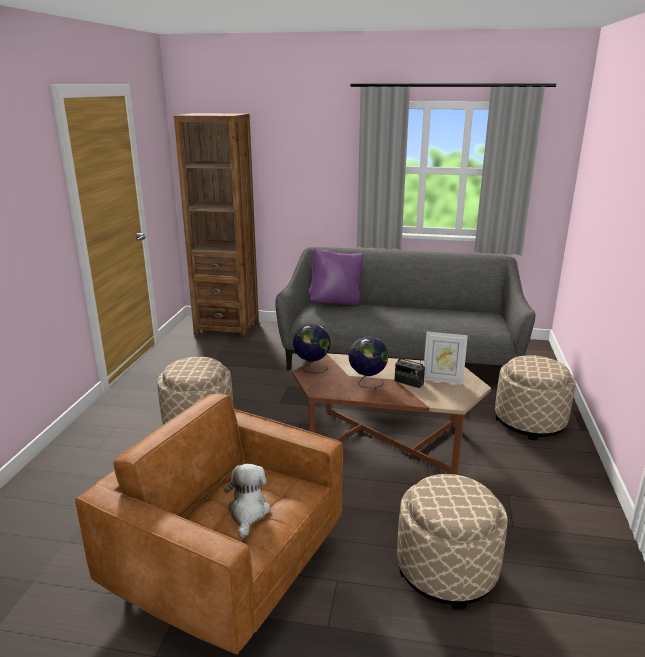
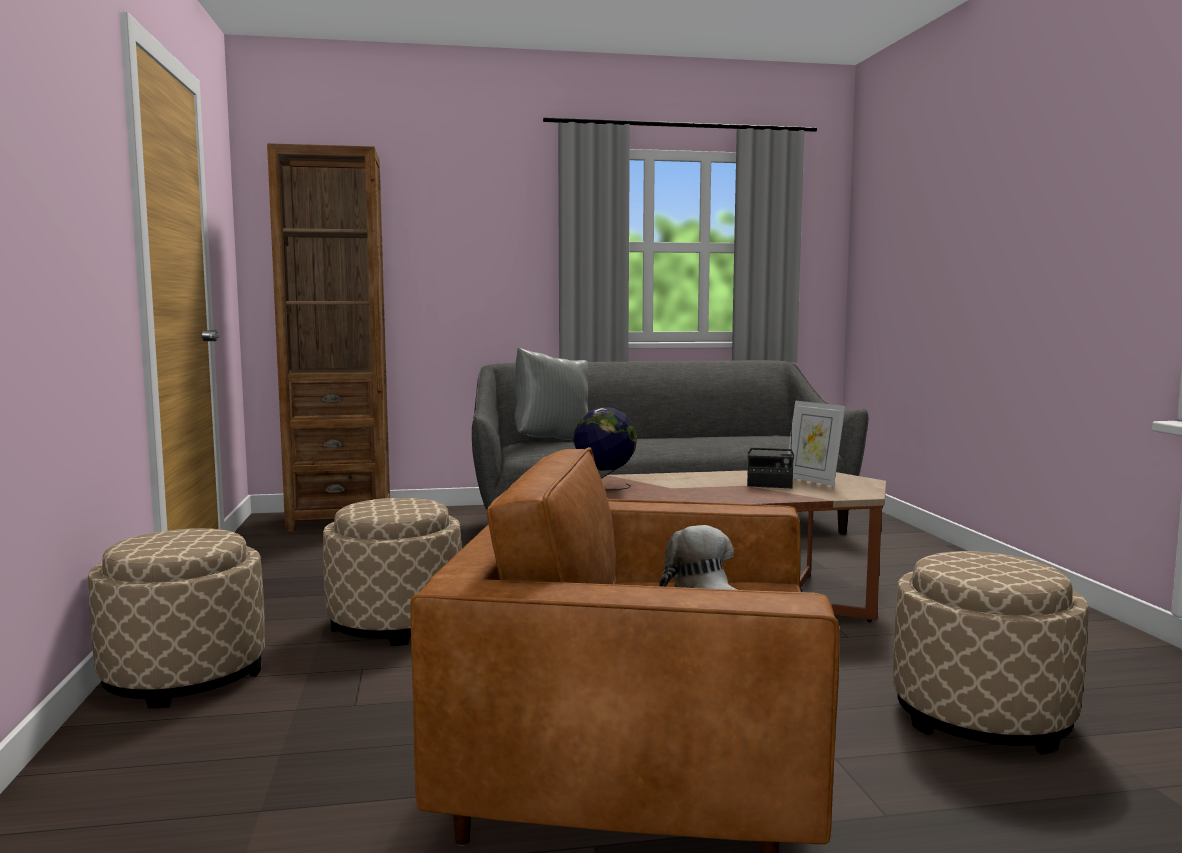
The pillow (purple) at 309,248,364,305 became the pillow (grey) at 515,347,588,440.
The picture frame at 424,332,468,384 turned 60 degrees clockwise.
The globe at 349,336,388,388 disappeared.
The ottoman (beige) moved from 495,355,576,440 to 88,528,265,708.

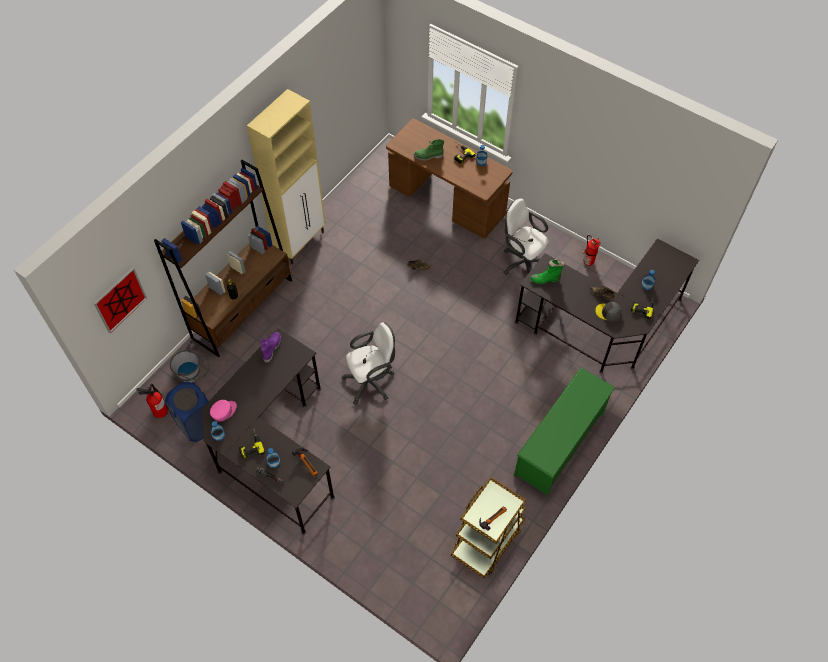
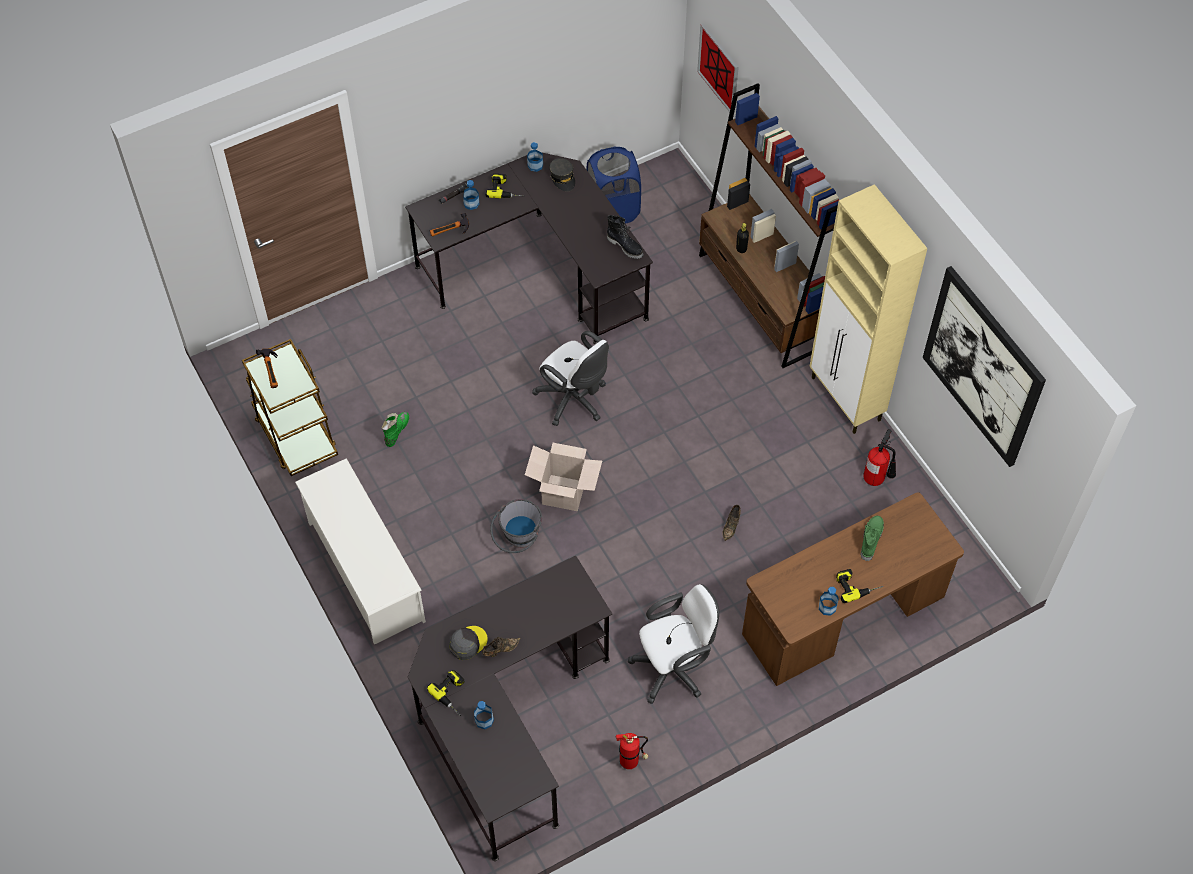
The boot (green) moved from 530,259,564,284 to 382,412,409,447.
The office chair (white) at 341,323,395,405 turned 45 degrees counterclockwise.
The boot (purple) at 261,332,281,363 became the boot (black) at 607,215,643,259.
The bucket (grey) moved from 170,349,210,383 to 490,499,542,553.
The shoe rack (green) at 514,368,615,495 became the shoe rack (white) at 295,458,426,645.
The fire extinguisher moved from 136,384,168,418 to 863,429,896,486.
The cap (pink) at 210,400,237,422 became the cap (grey) at 549,158,575,192.
The picture at 923,266,1046,467 appeared.
The cardboard box at 525,443,602,511 appeared.

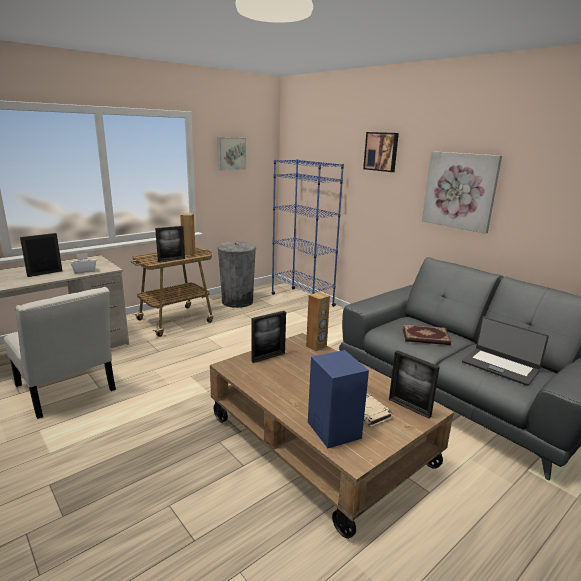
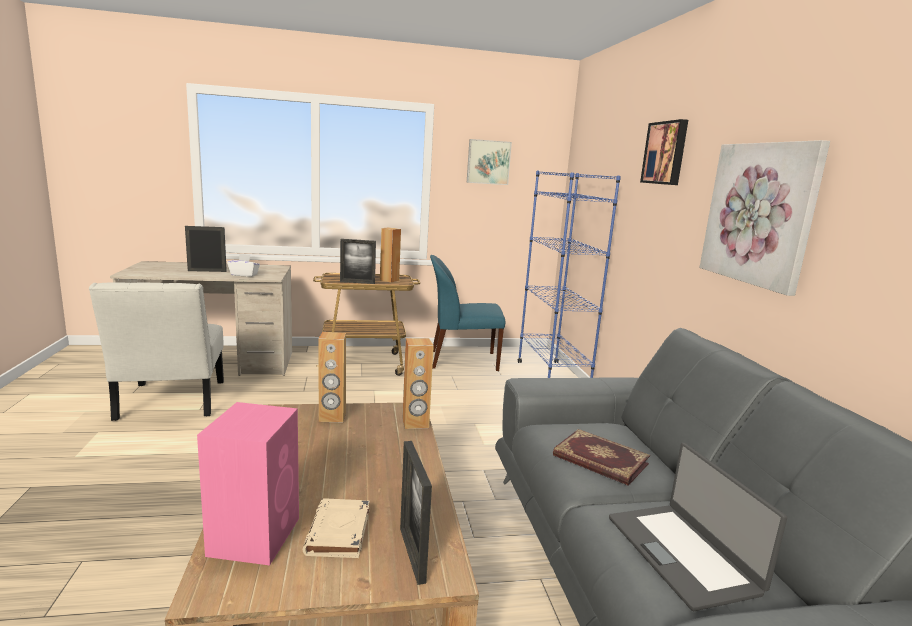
The trash can (grey) at 217,241,256,308 was replaced by the chair (blue) at 430,255,505,371.
The picture frame at 251,311,286,363 was replaced by the speaker (brown) at 318,332,346,422.
The speaker (blue) at 308,350,369,448 became the speaker (pink) at 197,402,299,565.

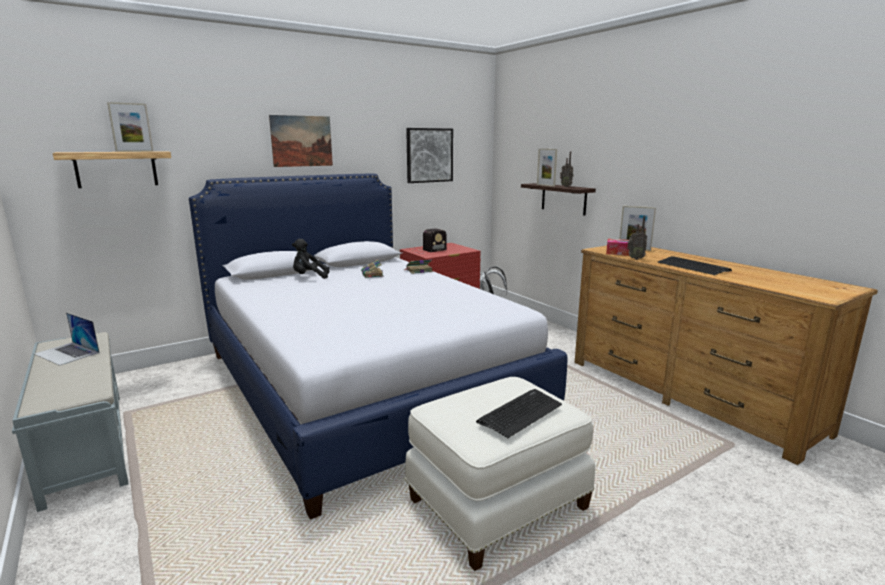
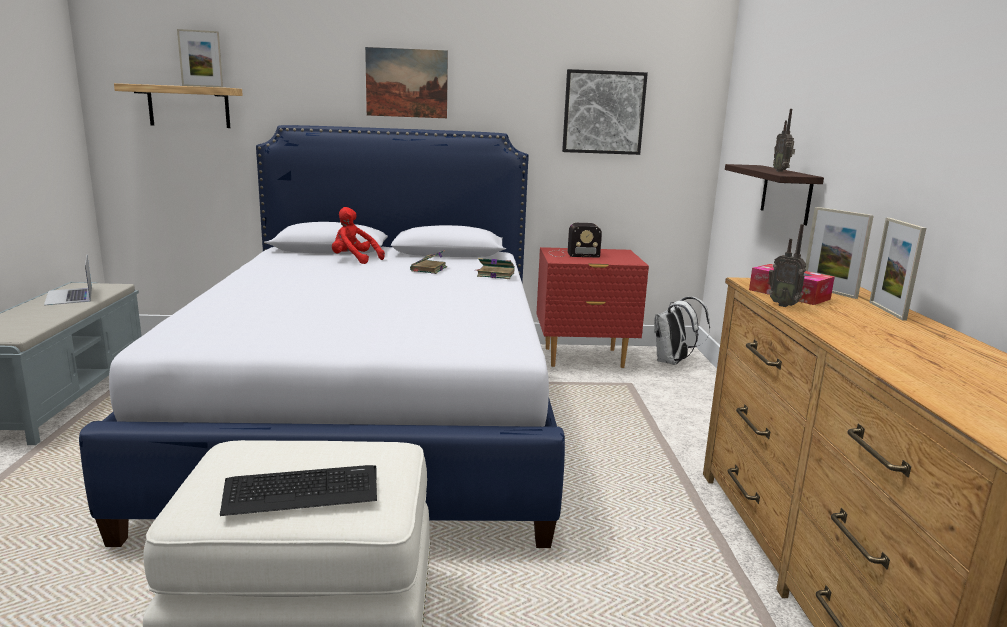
The picture frame moved from 537,149,557,187 to 869,218,926,321.
The plush toy (black) at 292,239,330,279 became the plush toy (red) at 332,207,385,264.
The keyboard at 657,256,732,275 disappeared.

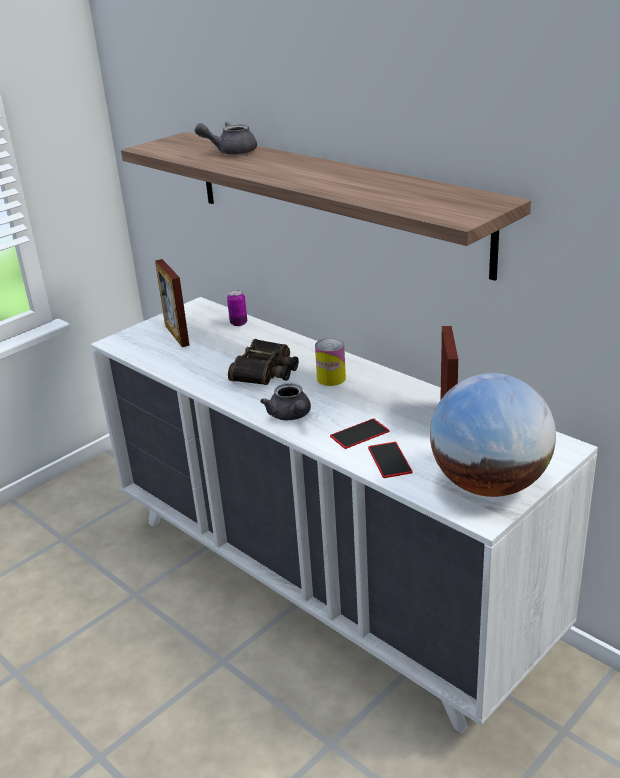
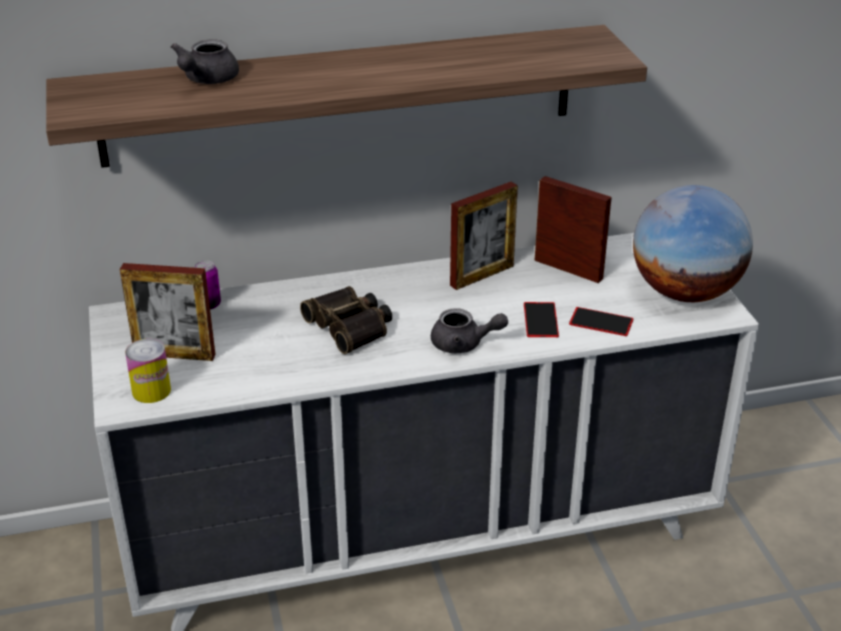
The can moved from 315,338,346,386 to 125,339,171,403.
The picture frame at 450,182,518,290 appeared.

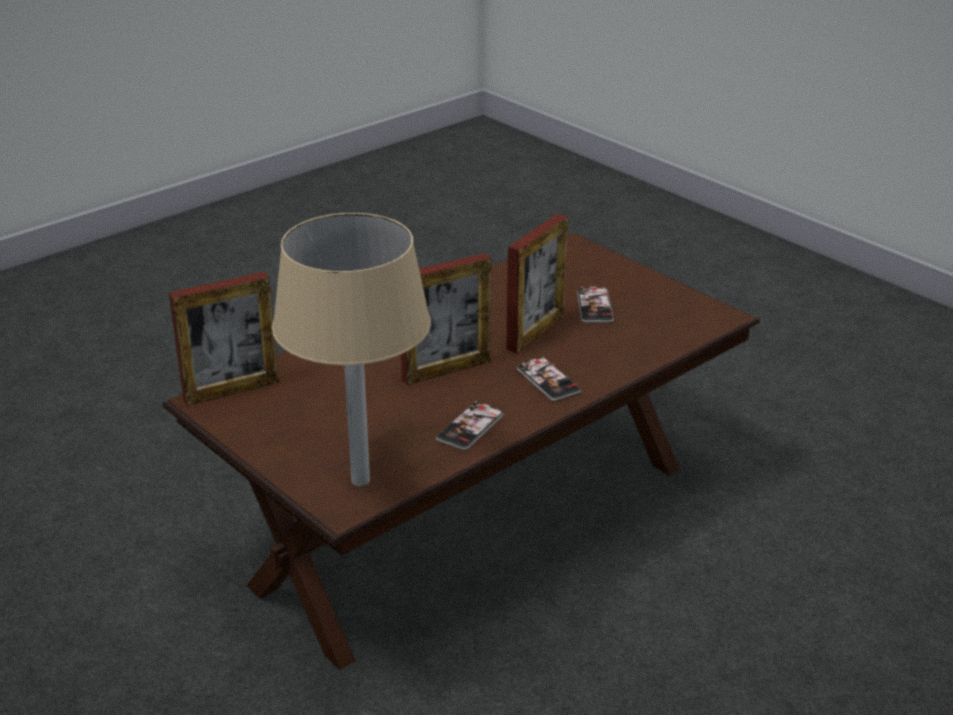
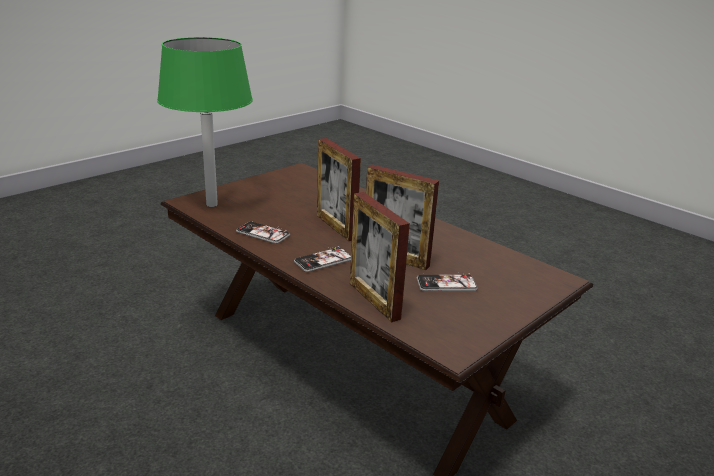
The table lamp (beige) at 272,213,431,486 became the table lamp (green) at 157,37,253,207.
The picture frame moved from 169,272,279,406 to 350,192,410,322.

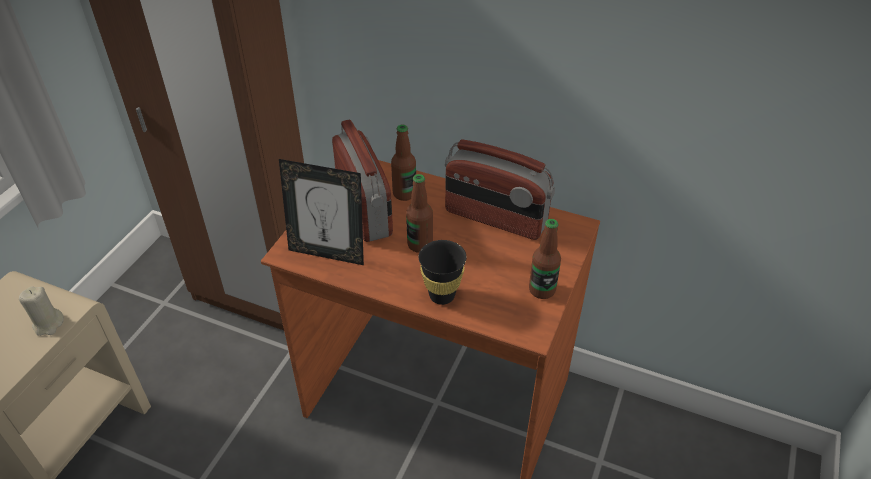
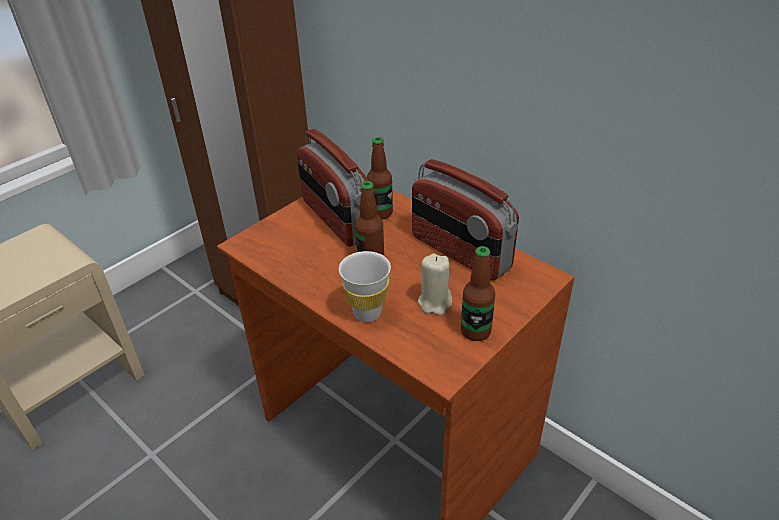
The radio at 332,120,393,242 turned 150 degrees clockwise.
The picture frame at 279,159,364,265 disappeared.
The cup (black) at 419,240,466,305 became the cup (white) at 339,251,391,322.
The candle (beige) moved from 19,286,64,336 to 418,254,452,315.

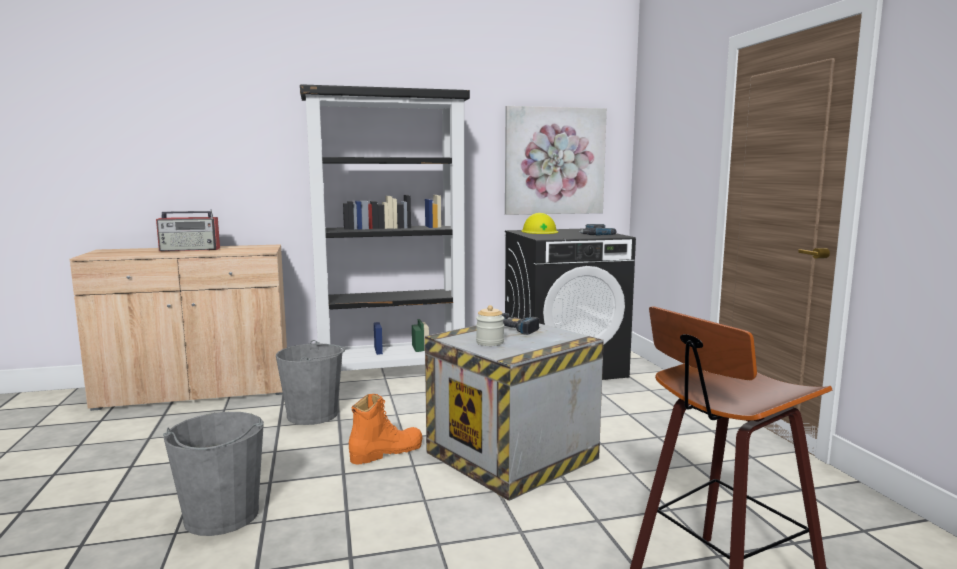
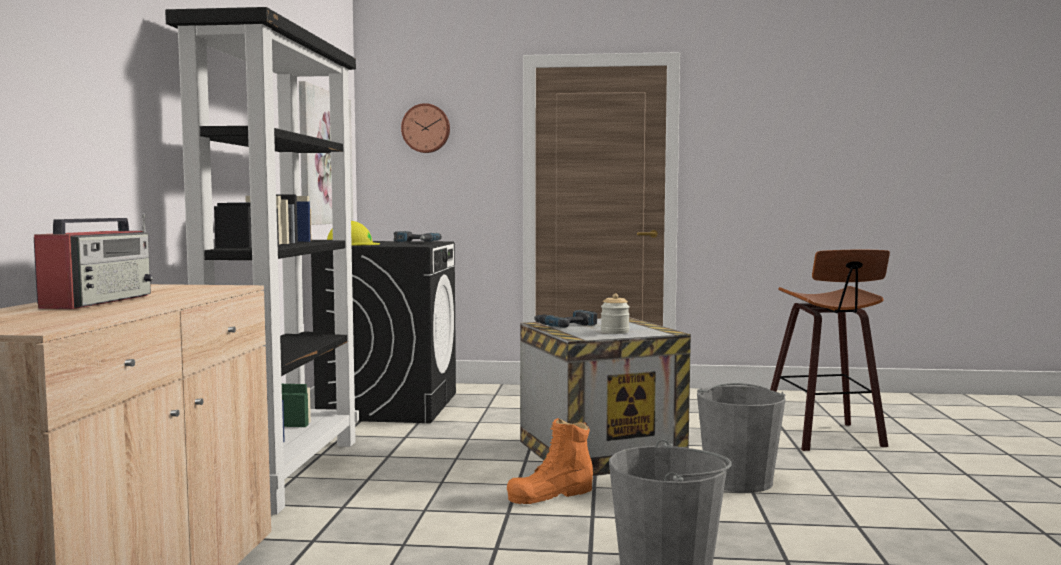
The bucket (grey) moved from 276,340,345,425 to 697,383,786,493.
The boot (orange) at 349,394,423,464 turned 105 degrees counterclockwise.
The wall clock at 401,103,450,153 appeared.

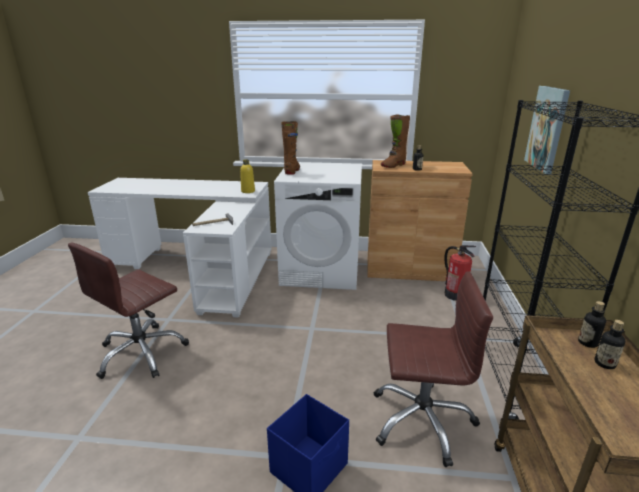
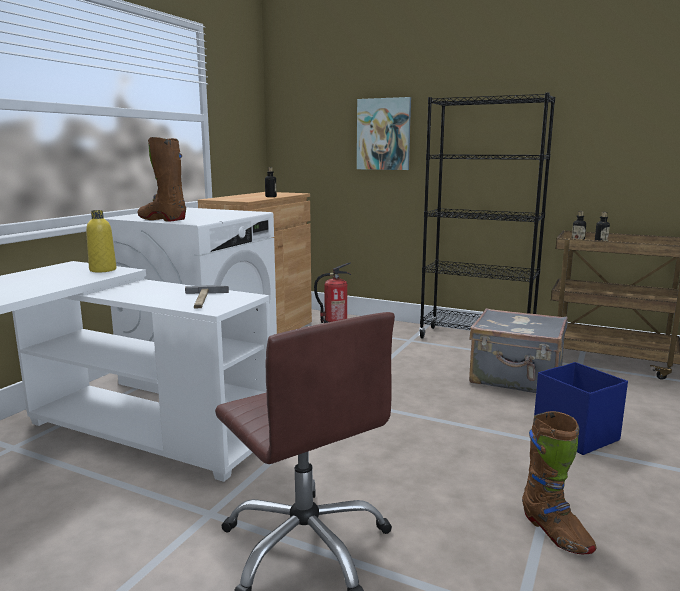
The boot (brown) moved from 381,115,410,168 to 522,411,596,554.
The office chair (brown) at 374,271,493,467 was replaced by the suitcase (grey) at 469,308,568,393.

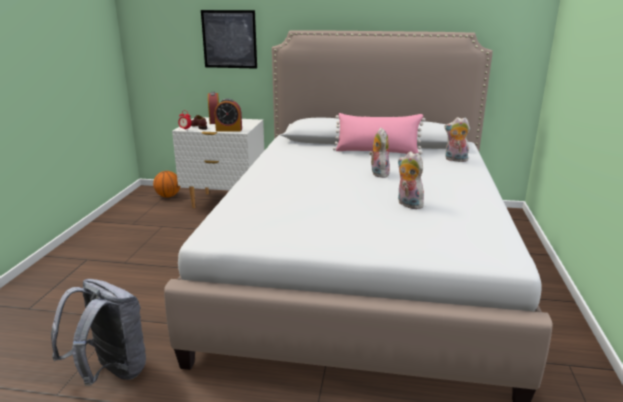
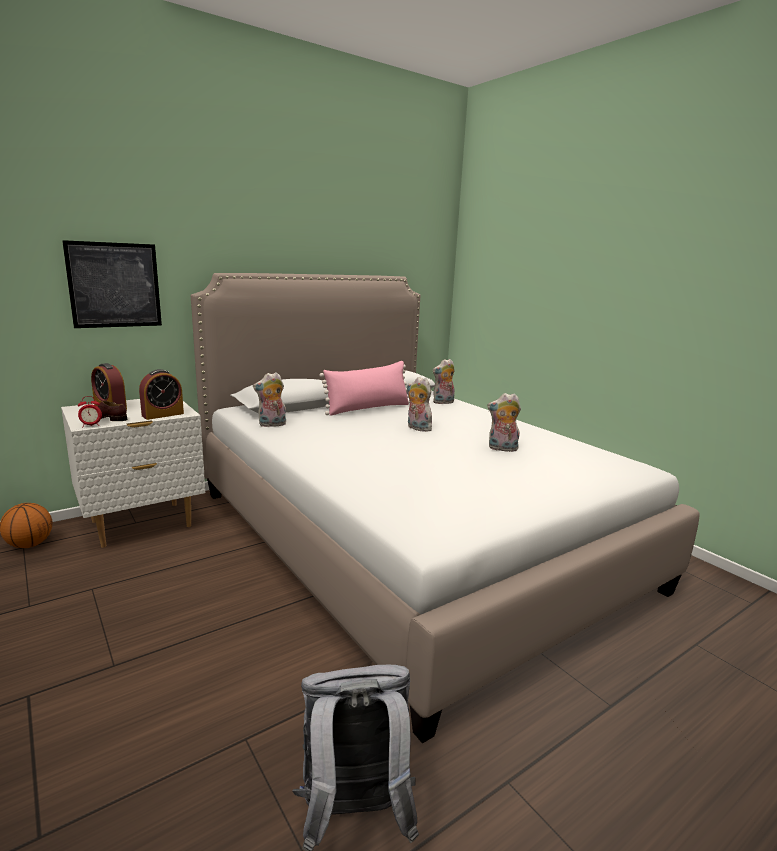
The plush toy at 253,372,286,427 appeared.

